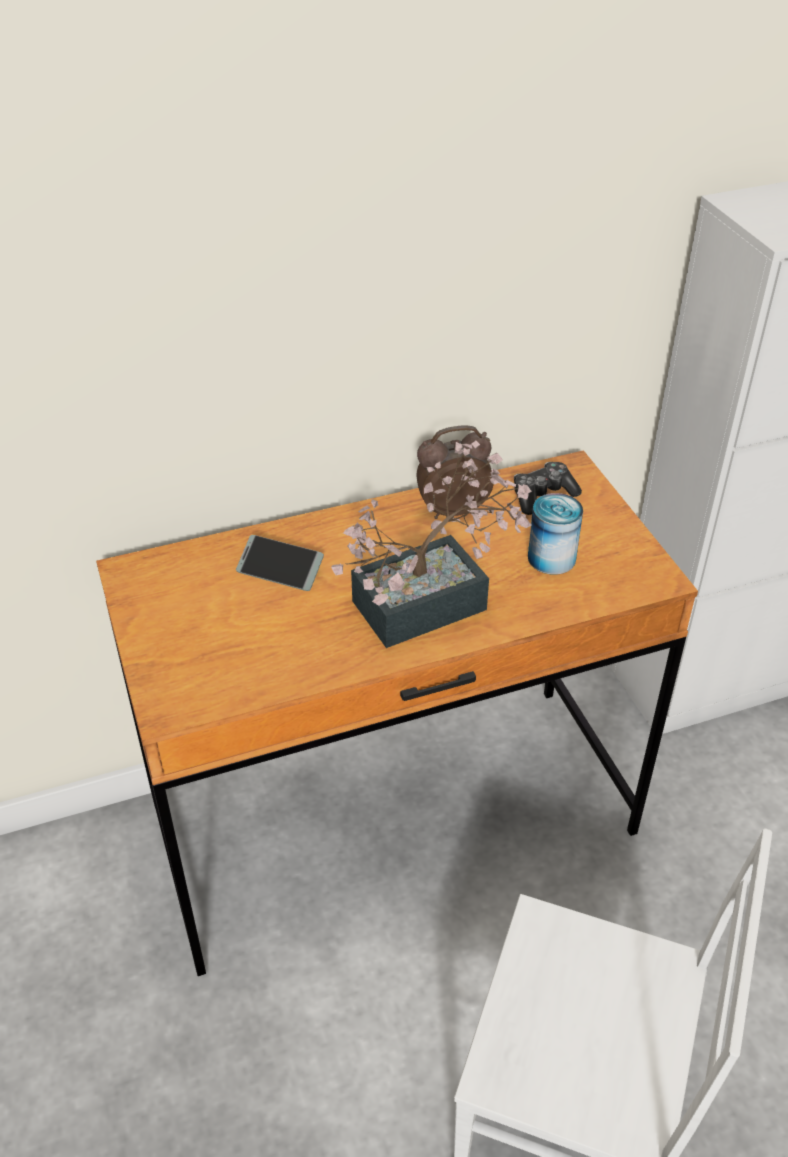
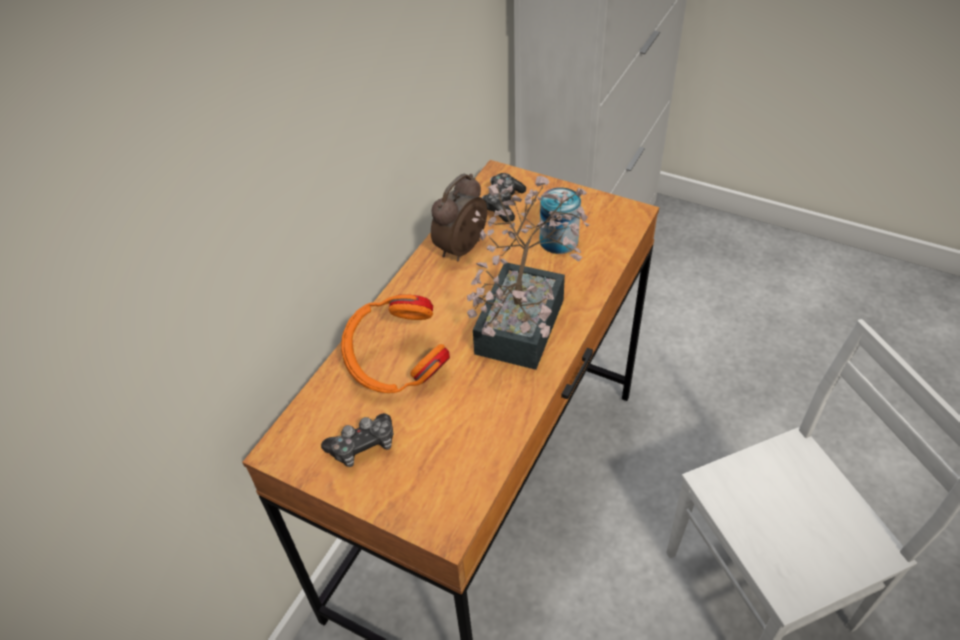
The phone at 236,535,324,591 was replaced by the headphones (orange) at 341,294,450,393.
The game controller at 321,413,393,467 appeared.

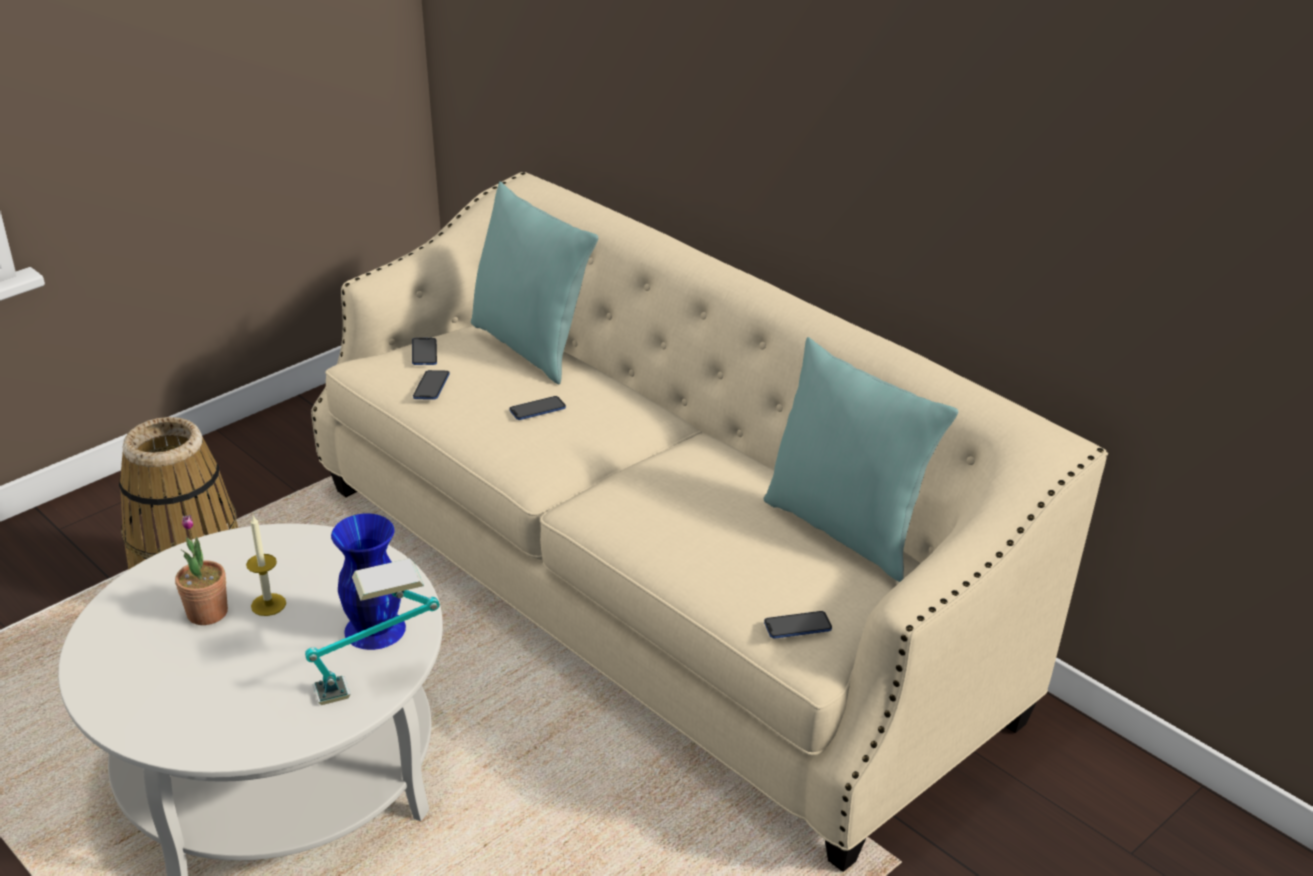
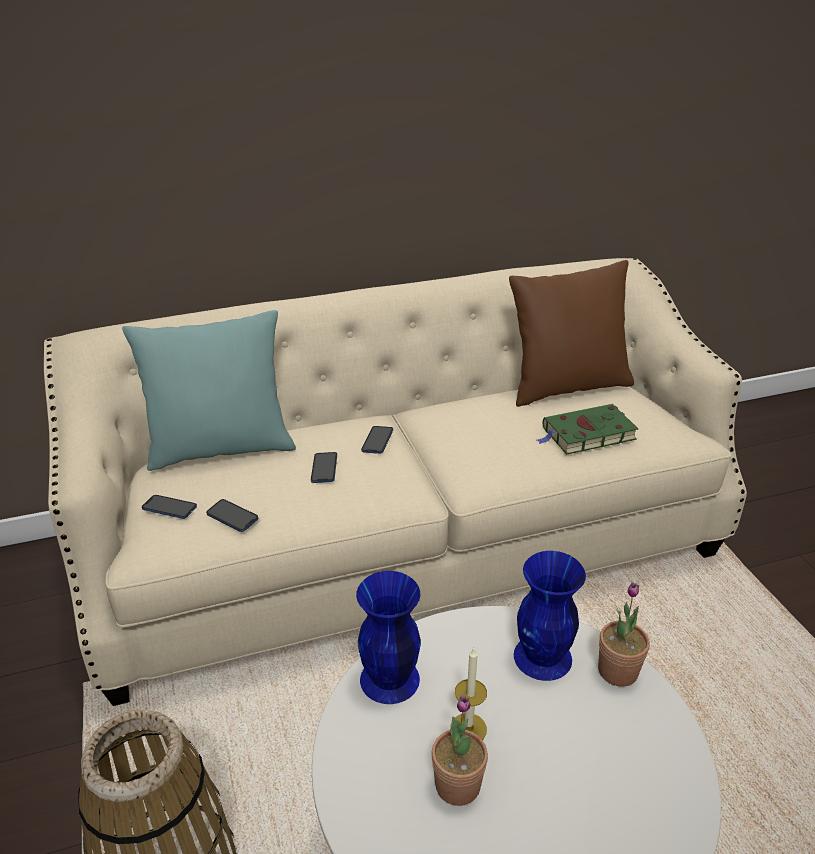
The pillow (turquoise) at 764,337,958,582 became the pillow (brown) at 509,260,634,407.
The table lamp at 305,558,440,705 was replaced by the potted plant at 598,582,650,687.
The phone moved from 764,611,832,639 to 361,426,393,454.
The book (green) at 537,404,638,455 appeared.
The vase (blue) at 356,571,421,704 appeared.

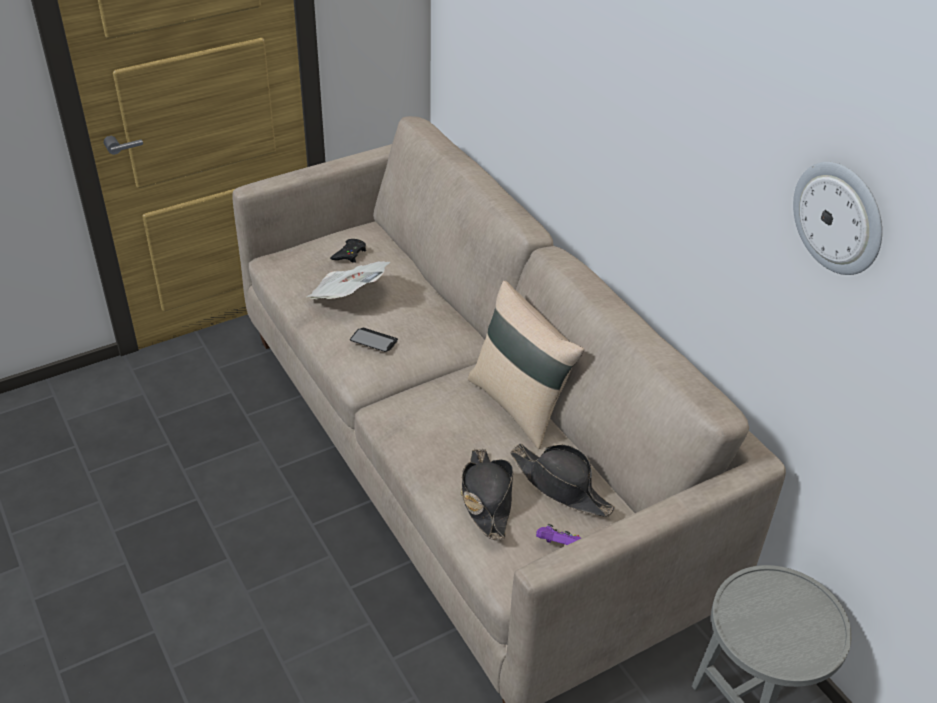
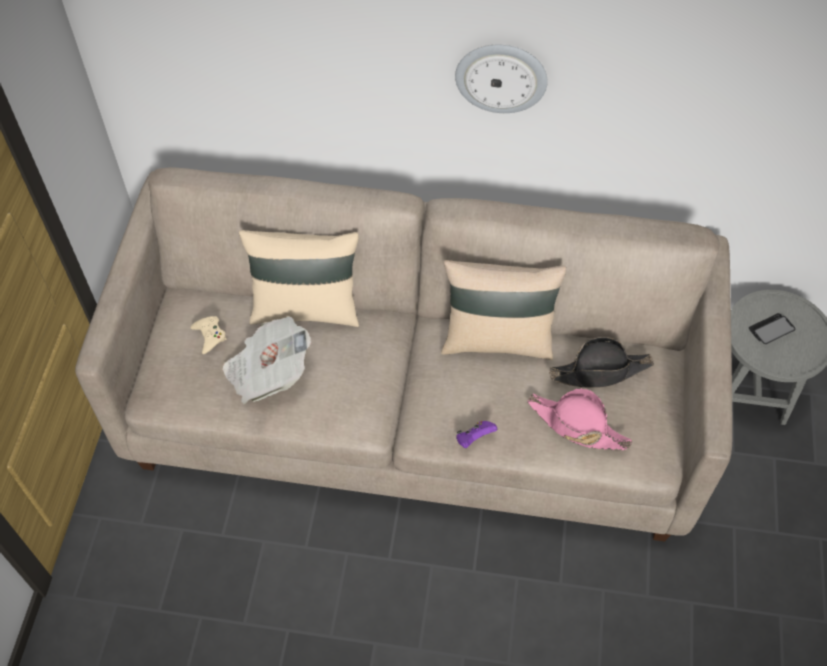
The wall clock moved from 793,162,882,275 to 455,45,548,113.
The game controller (black) at 330,239,366,263 became the game controller (beige) at 190,316,227,354.
The phone moved from 350,327,398,352 to 749,313,796,344.
The hat (black) at 461,449,513,540 became the hat (pink) at 528,388,632,450.
The game controller (purple) moved from 536,524,581,545 to 456,421,497,448.
The pillow (beige) at 239,230,359,327 appeared.

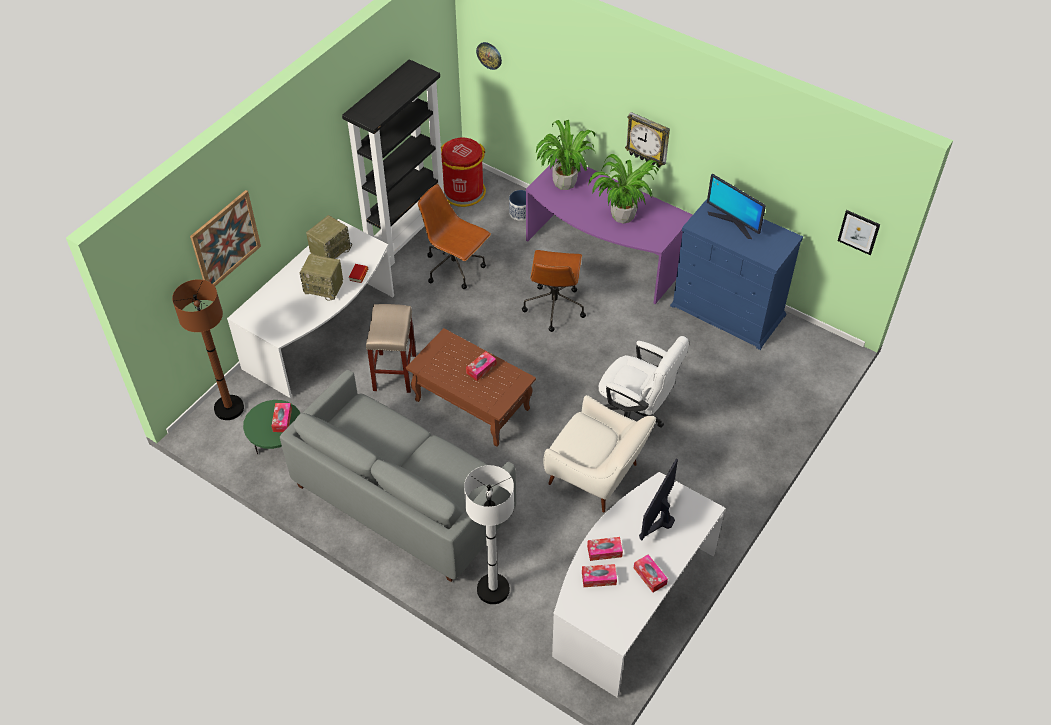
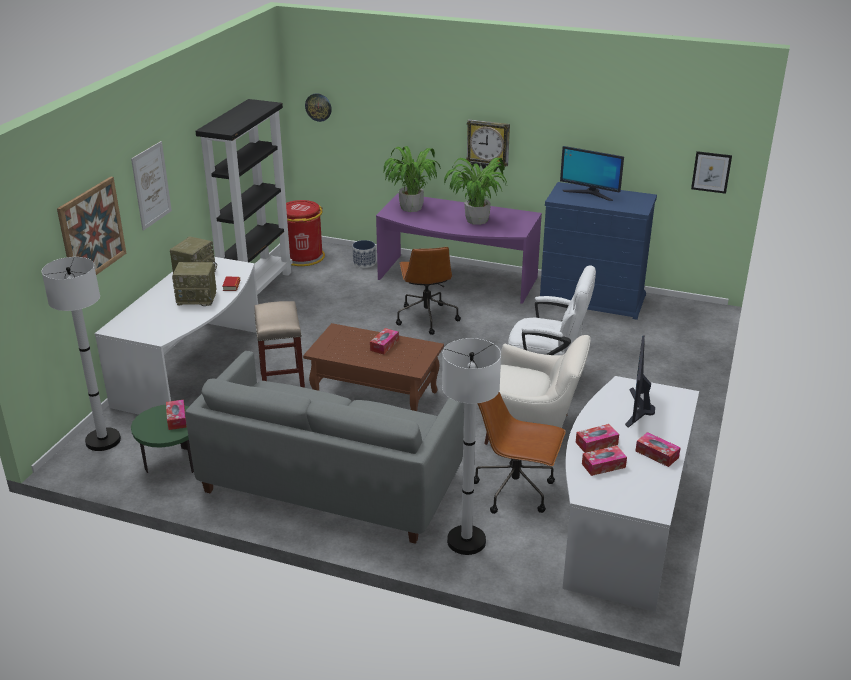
The office chair (brown) moved from 418,184,491,289 to 474,392,566,514.
The floor lamp (brown) at 172,279,244,420 became the floor lamp (white) at 42,257,121,451.
The picture at 131,141,172,231 appeared.

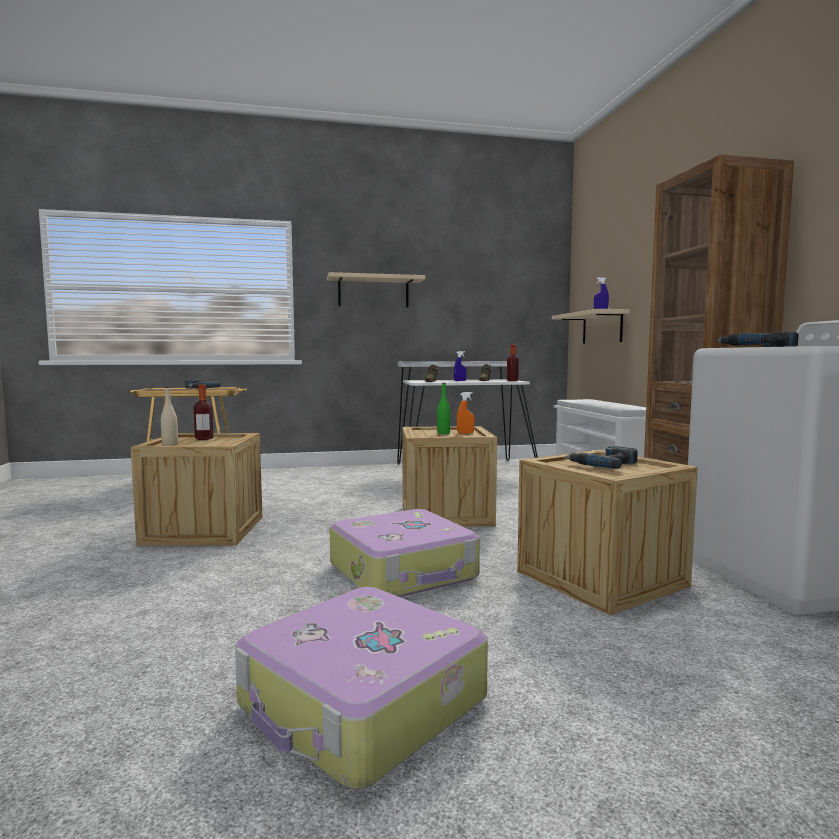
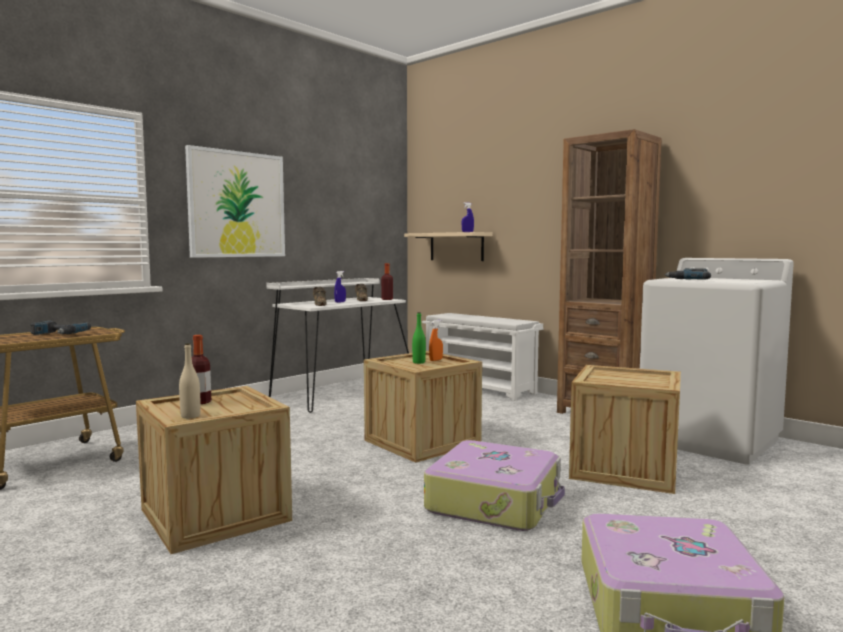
The shelf (beige) at 327,272,425,308 was replaced by the picture at 185,145,285,258.
The power drill at 566,446,638,469 disappeared.

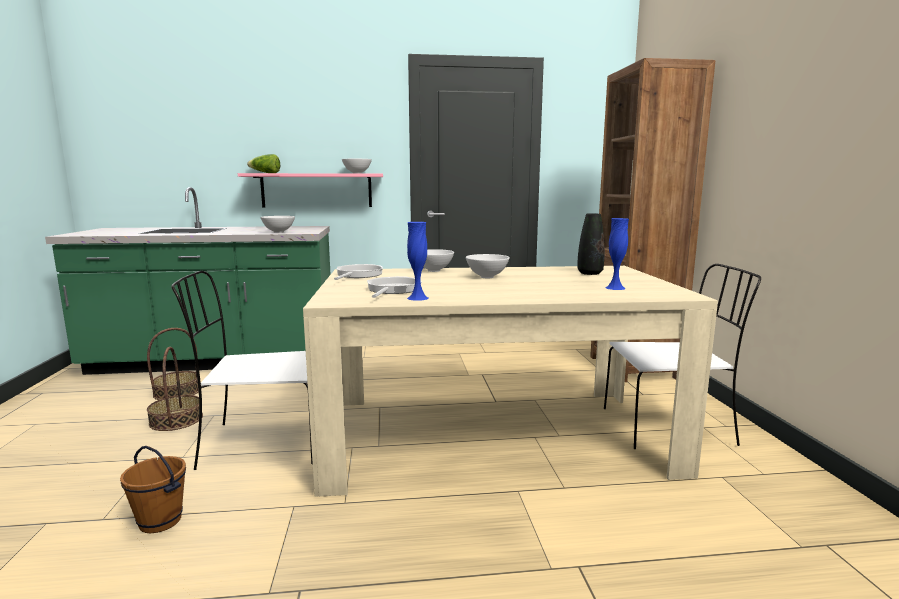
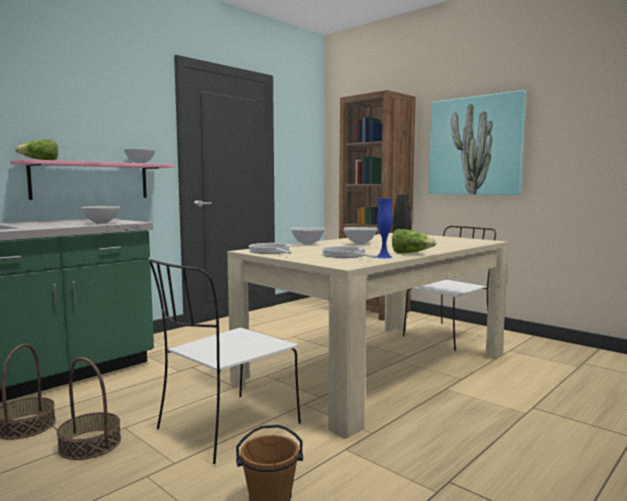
The vase (blue) at 605,218,629,290 disappeared.
The picture at 429,90,526,195 appeared.
The lettuce at 392,229,436,254 appeared.

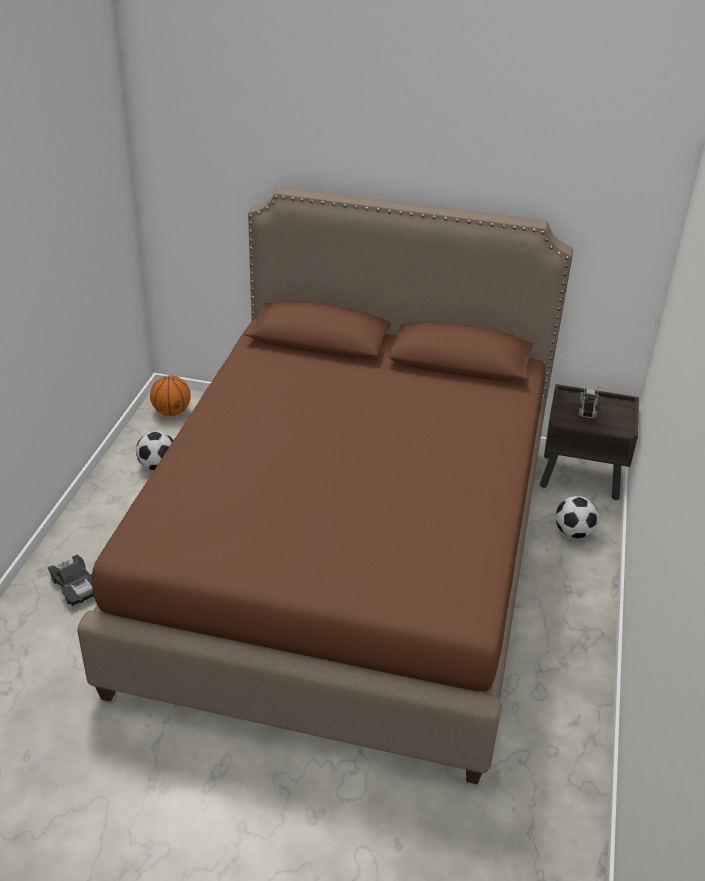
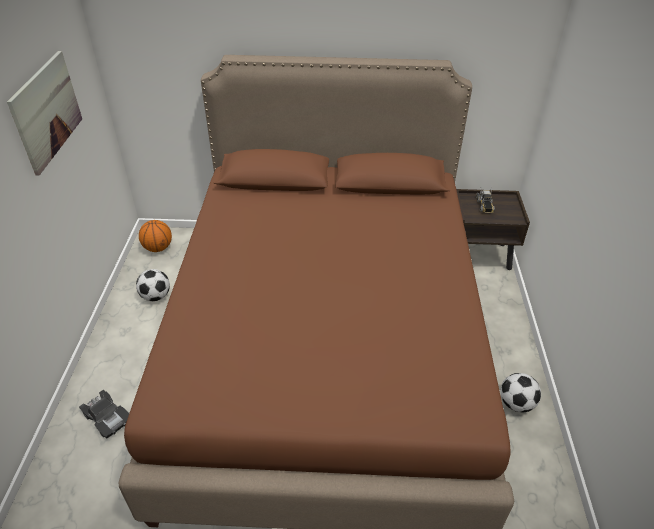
The football moved from 555,496,599,538 to 500,373,541,412.
The picture at 7,51,82,176 appeared.

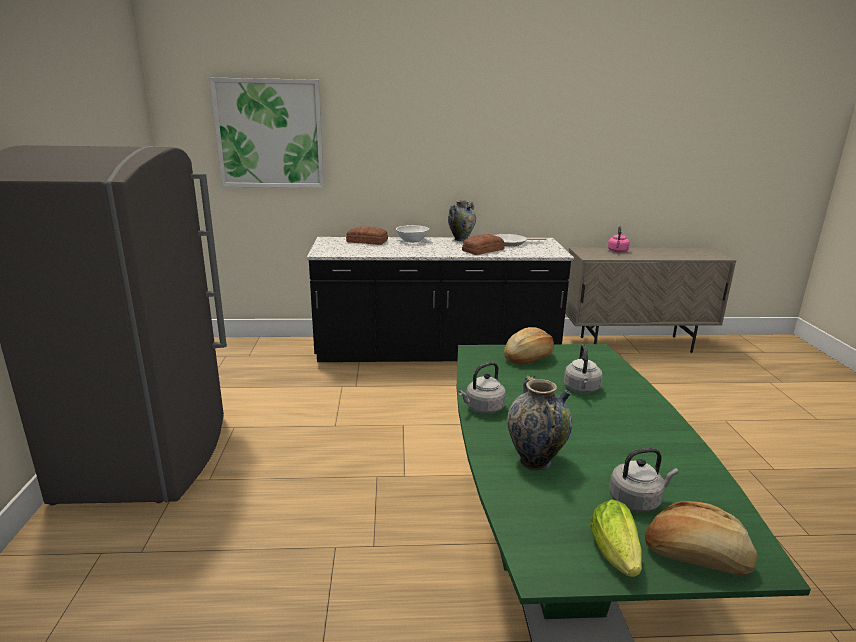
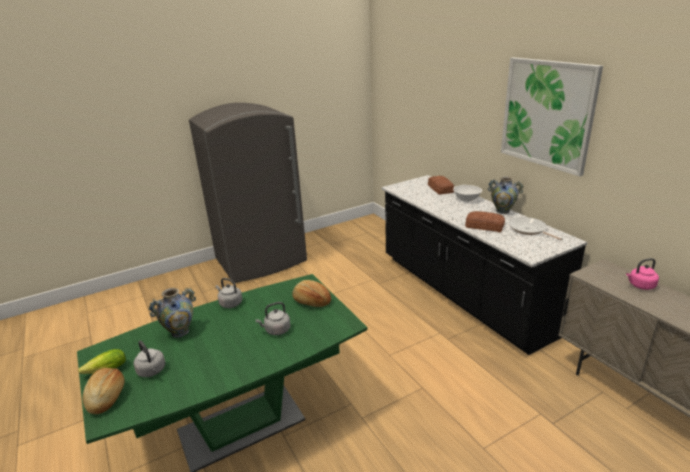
The picture moved from 210,78,324,188 to 501,57,603,176.

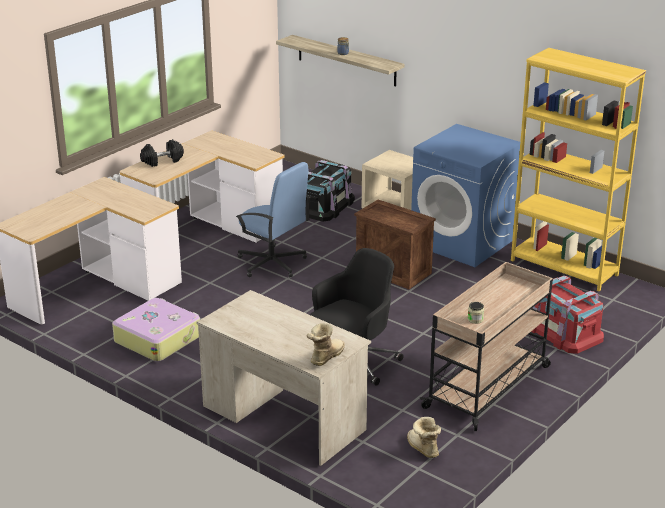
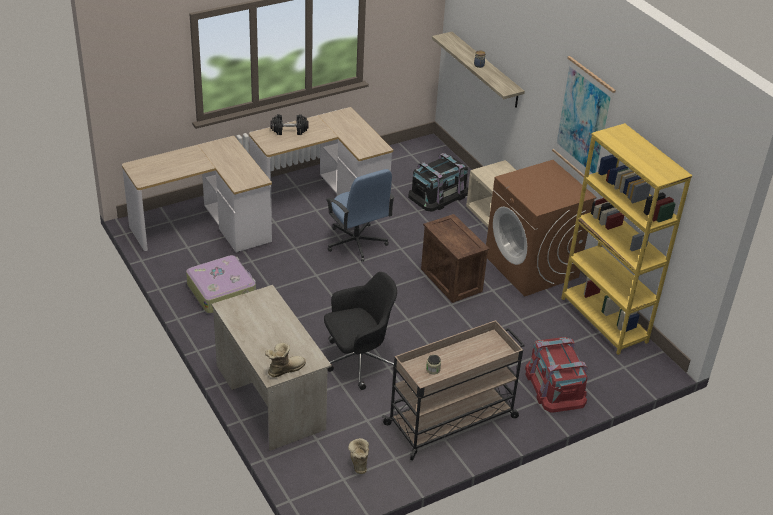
The washing machine (blue) at 411,124,520,267 became the washing machine (brown) at 486,160,597,297.
The picture at 552,56,616,178 appeared.

